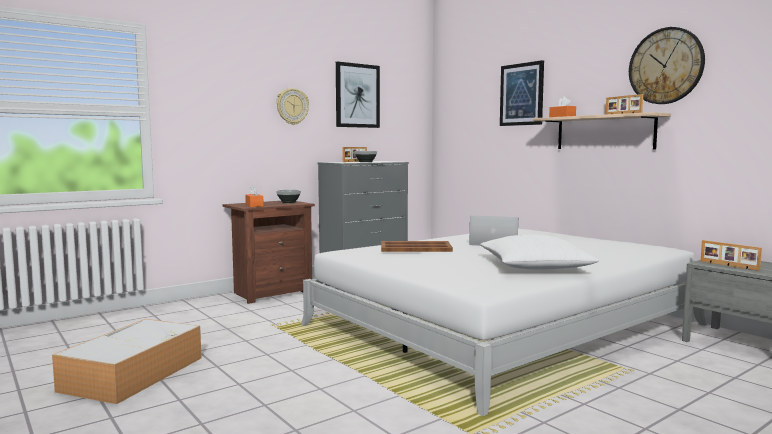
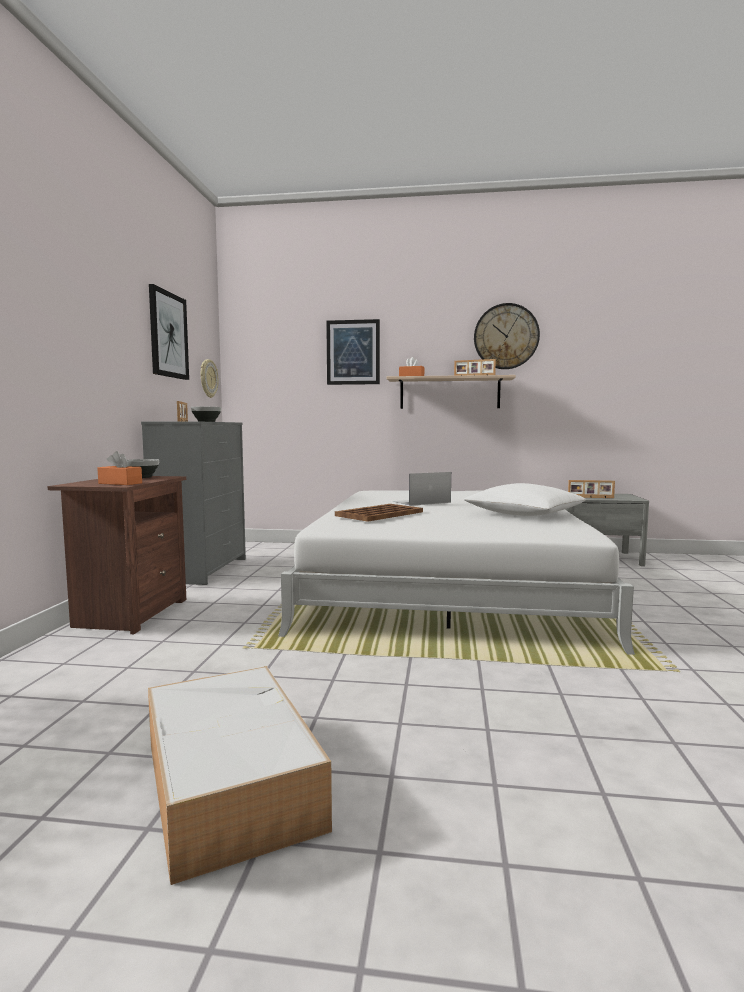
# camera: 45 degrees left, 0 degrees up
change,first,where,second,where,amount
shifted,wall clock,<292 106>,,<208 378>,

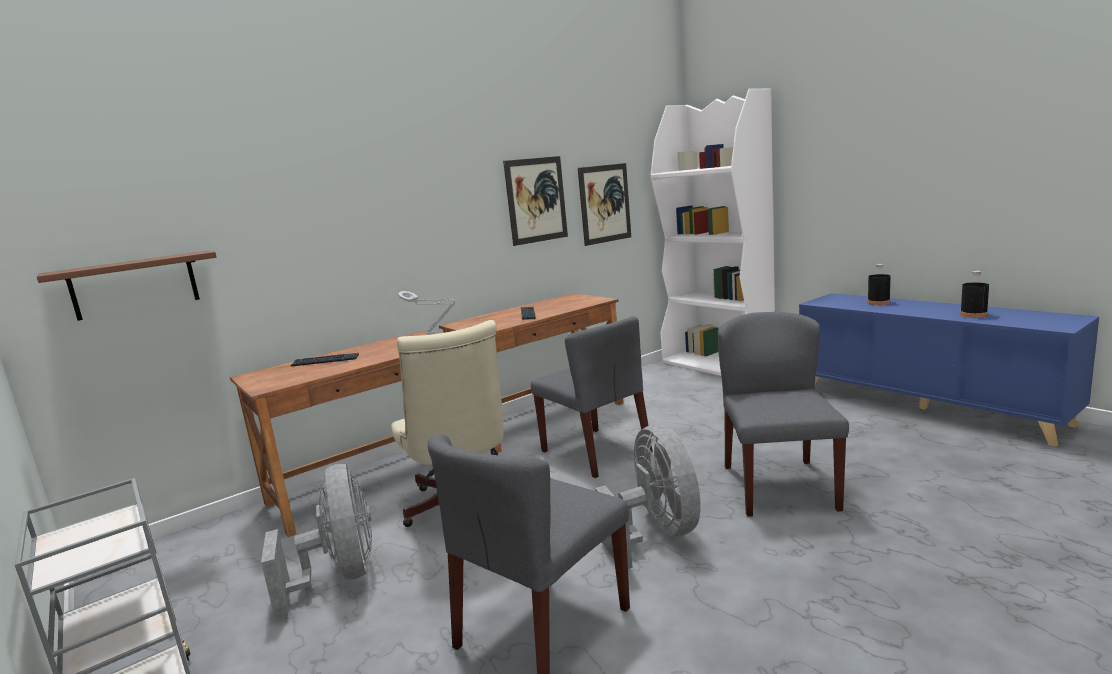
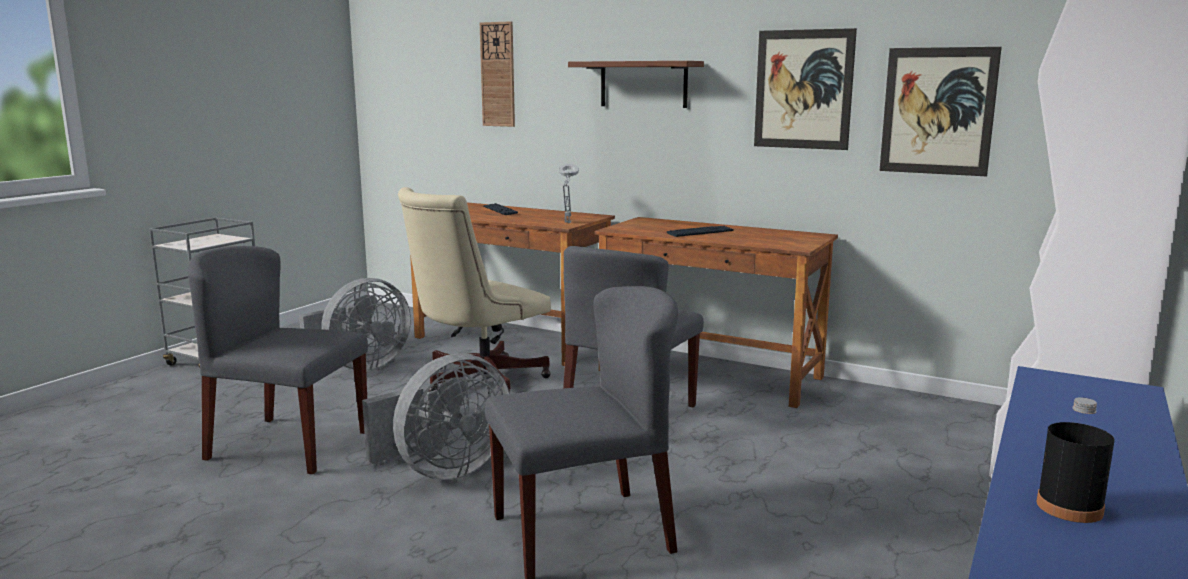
# camera: 65 degrees right, 0 degrees up
change,first,where,second,where,amount
shifted,bracket shelf (brown-coloured),<135 285>,,<643 84>,
gone,bottle (black-coloured),<878 302>,,,
new,,,wall clock,<498 74>,

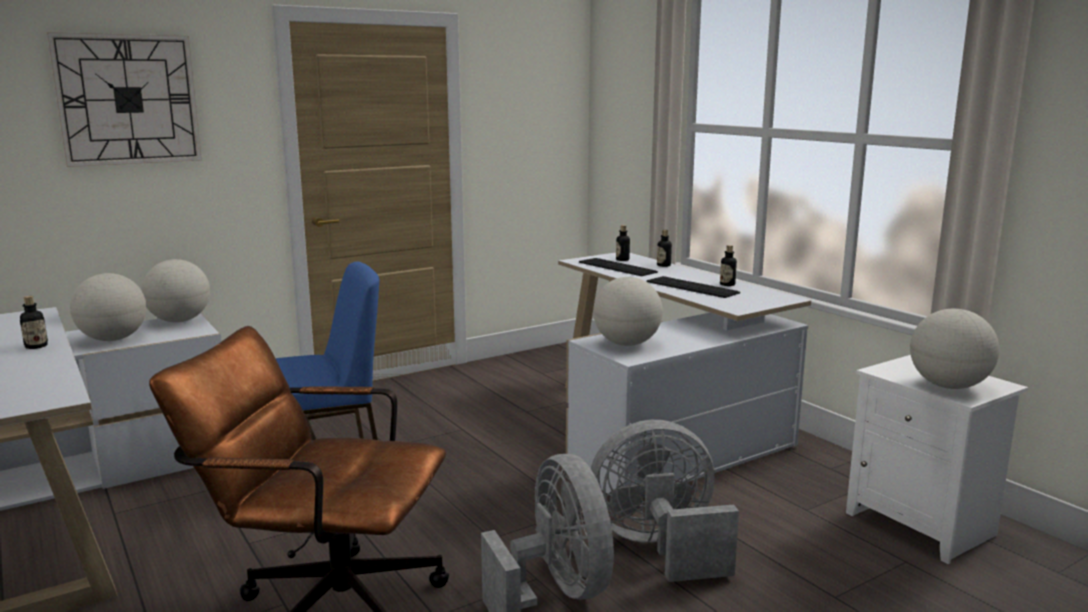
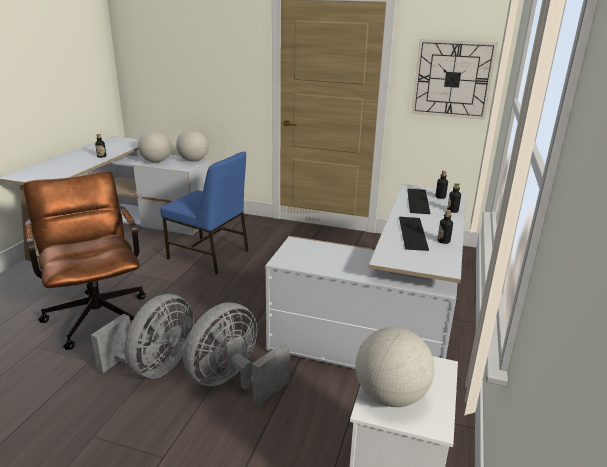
# camera: 50 degrees right, 10 degrees up
change,first,where,second,where,amount
shifted,wall clock,<128 100>,,<452 79>,
gone,desk globe,<626 344>,,,
rotated,fan (greyish),<659 547>,,<233 381>,90 degrees counterclockwise

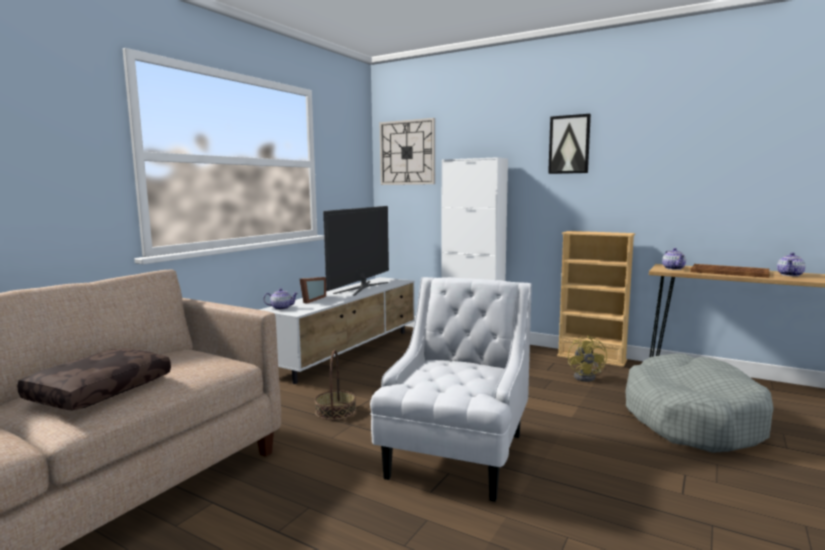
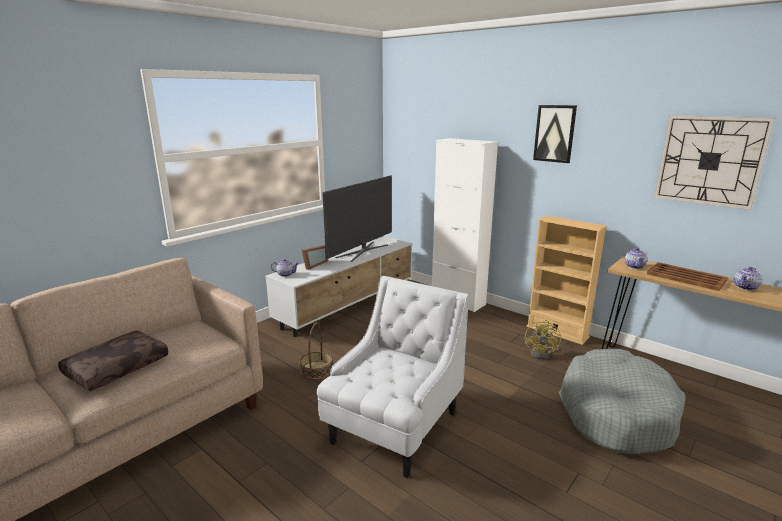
# camera: 10 degrees right, 10 degrees up
change,first,where,second,where,amount
shifted,wall clock,<407 152>,,<709 161>,

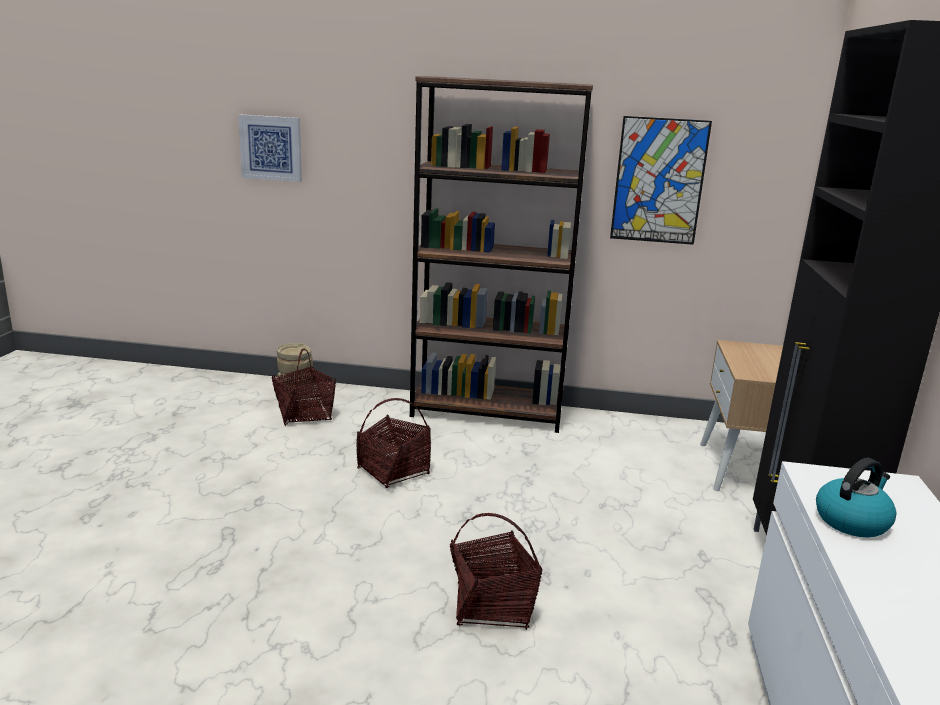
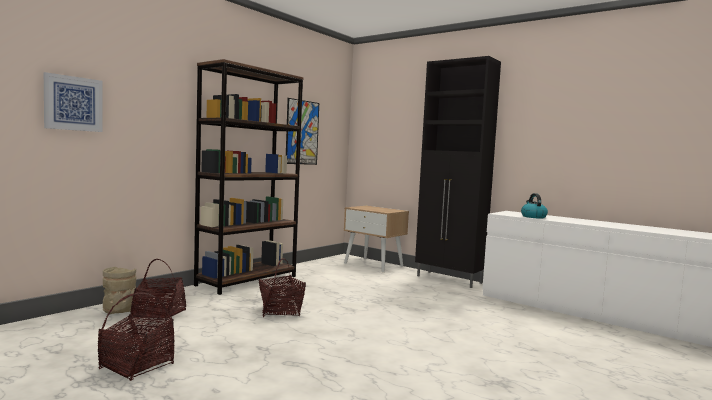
# camera: 60 degrees left, 15 degrees down
change,first,where,second,where,amount
shifted,household basket,<492 606>,,<137 366>,

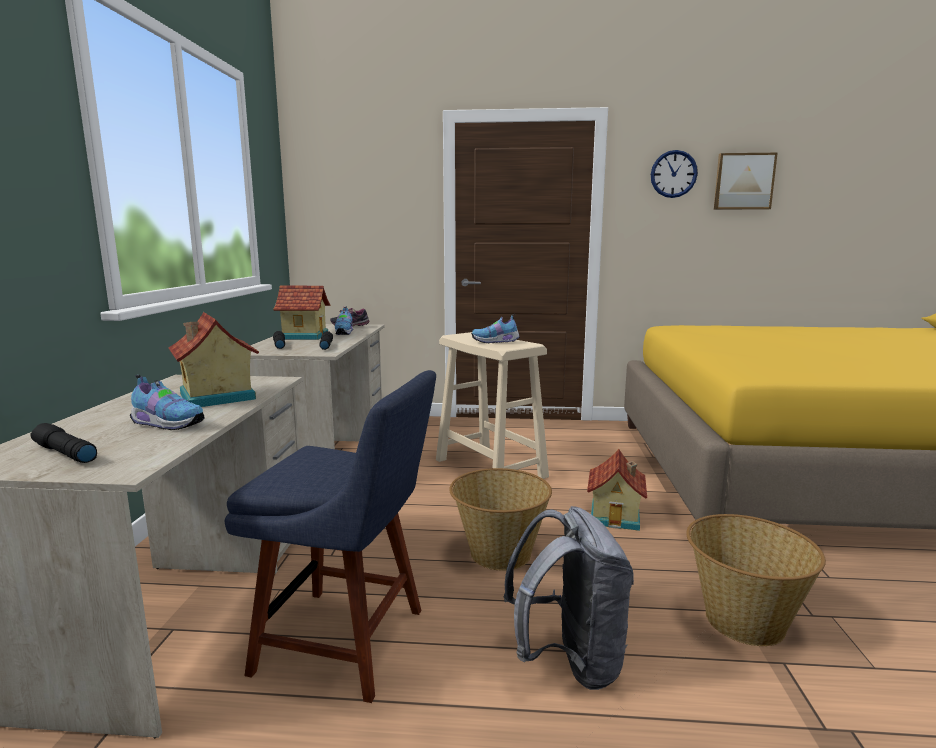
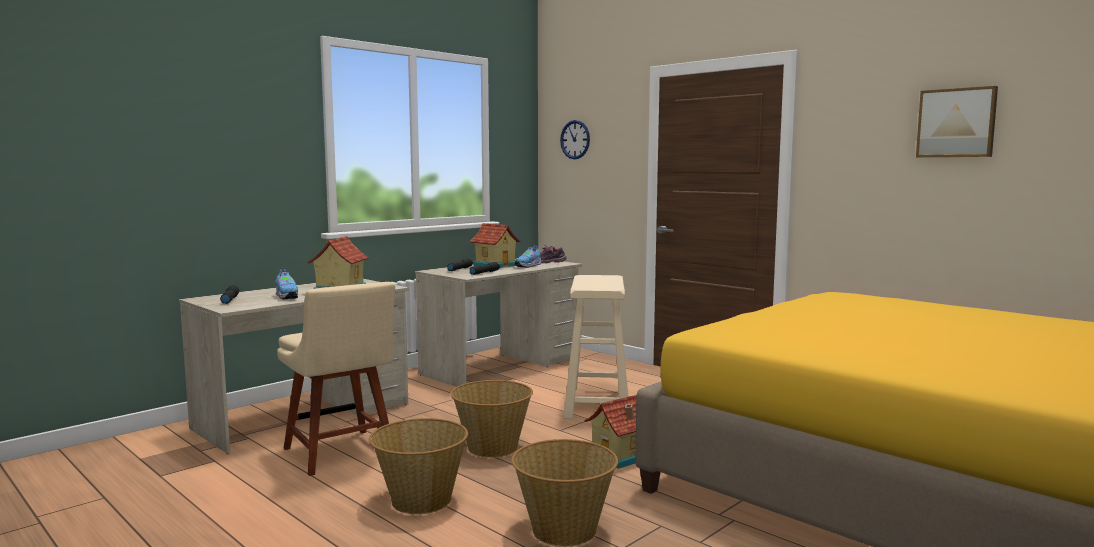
# camera: 40 degrees right, 5 degrees down
change,first,where,second,where,amount
shifted,wall clock,<673 174>,,<575 139>,
gone,low shoe,<496 342>,,,
repainted,plain chair (blue-coloured),<349 642>,plain chair (sand-coloured),<341 453>,
swapped,backpack (greyish),<569 661>,household basket,<420 500>,

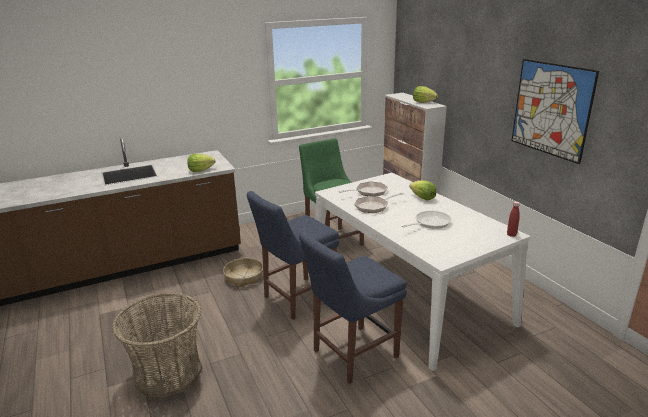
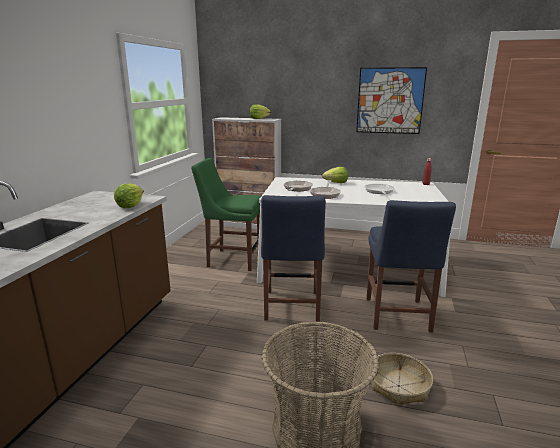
# camera: 50 degrees left, 5 degrees down
change,first,where,second,where,amount
shifted,household basket,<244 277>,,<398 385>,

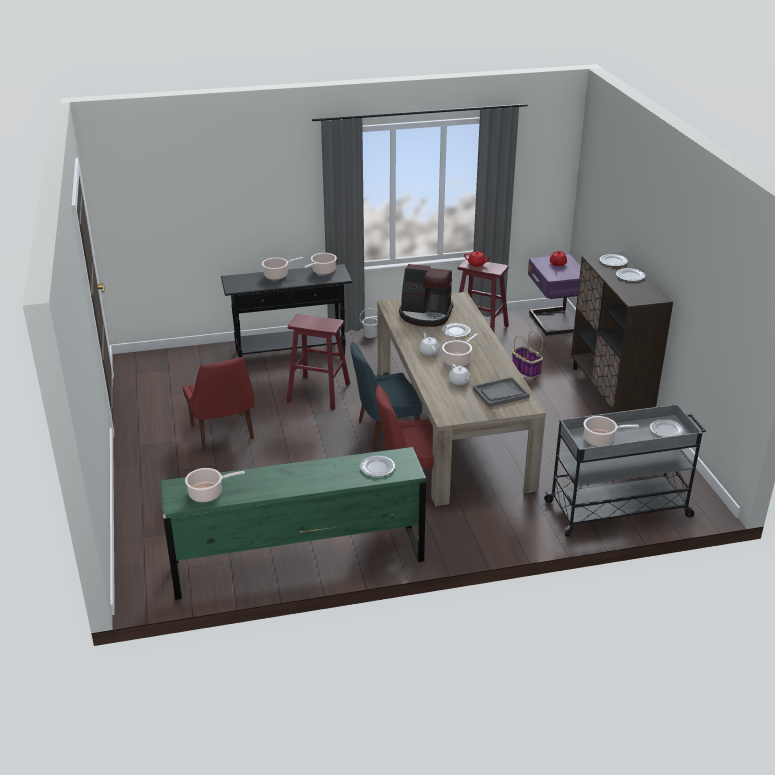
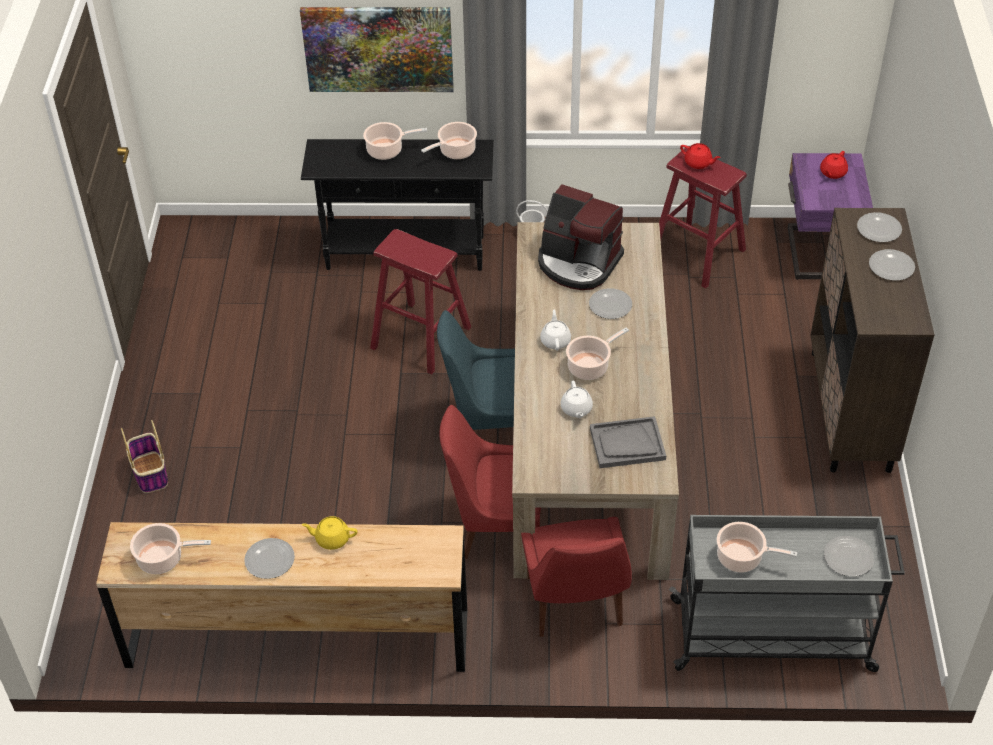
# camera: 15 degrees right, 15 degrees up
change,first,where,second,where,amount
shifted,household basket,<525 370>,,<150 472>,
shifted,plain chair (red),<223 434>,,<575 604>,
repainted,dresser (green-coloured),<298 562>,dresser (brown-coloured),<298 638>,
shifted,dinner plate,<376 467>,,<269 560>,
new,,,picture,<378 48>,
new,,,teapot (yellow),<332 539>,

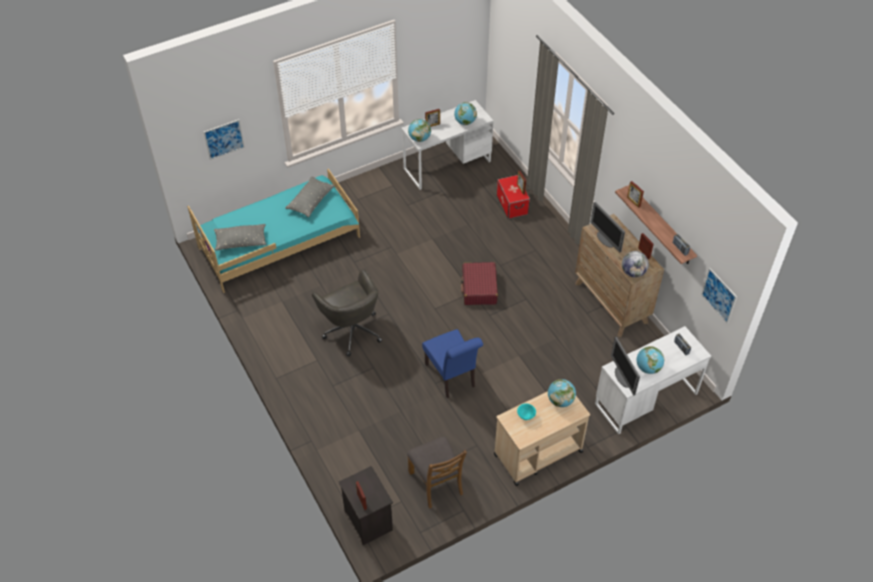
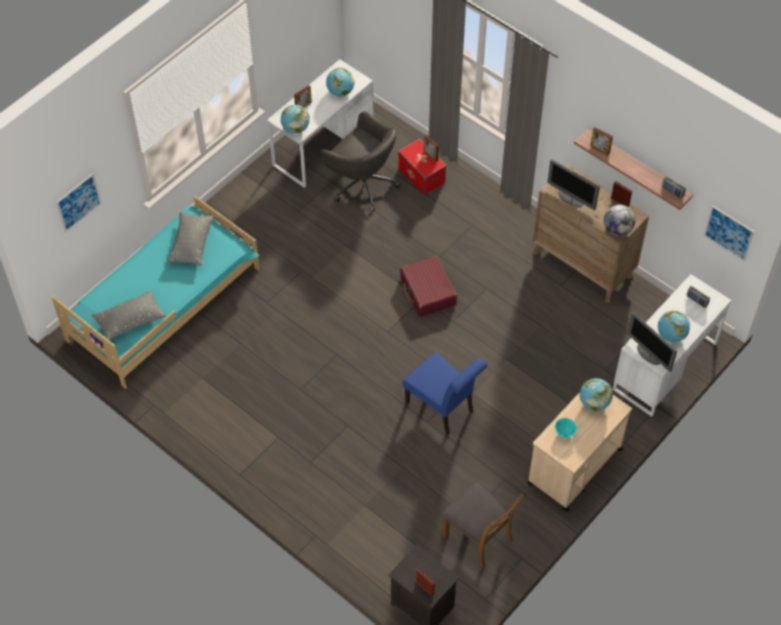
# camera: 20 degrees left, 5 degrees up
change,first,where,second,where,amount
shifted,desk chair (greyish),<352 330>,,<362 184>,

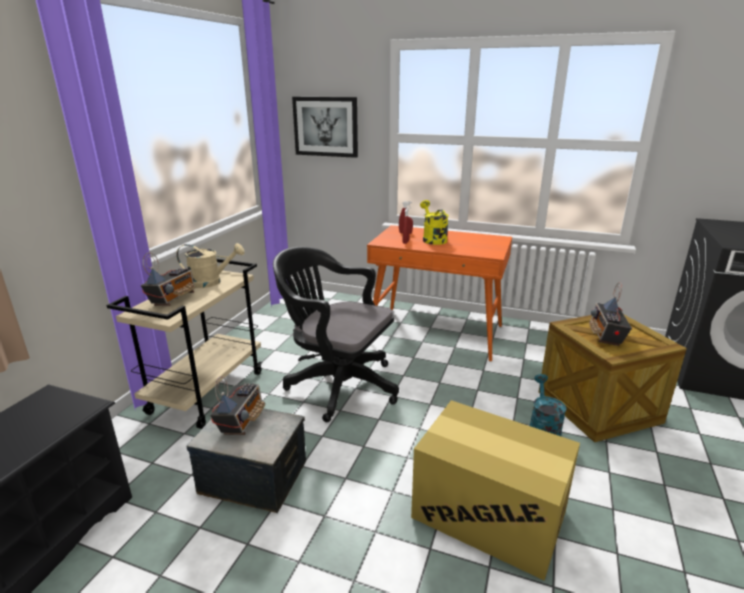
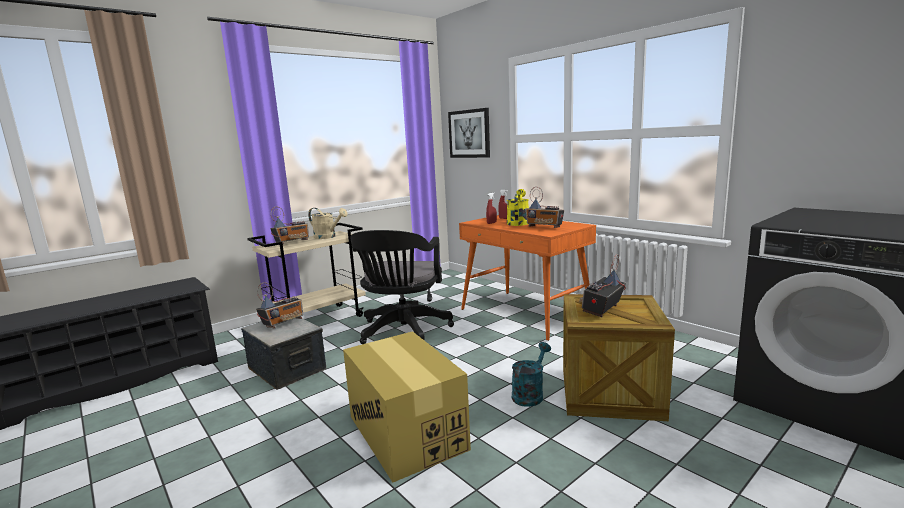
# camera: 30 degrees right, 10 degrees down
change,first,where,second,where,amount
rotated,desk chair (black-coloured),<337 385>,,<403 332>,135 degrees counterclockwise
new,,,radio,<544 227>,

